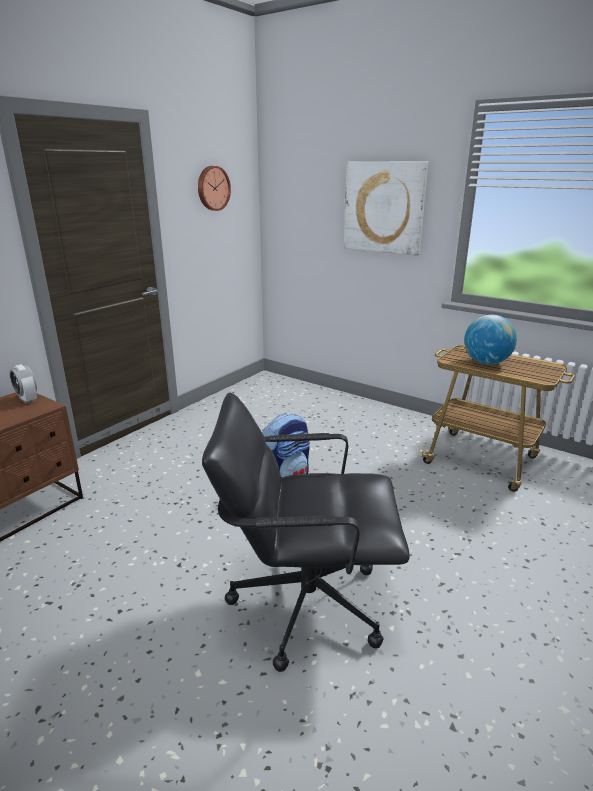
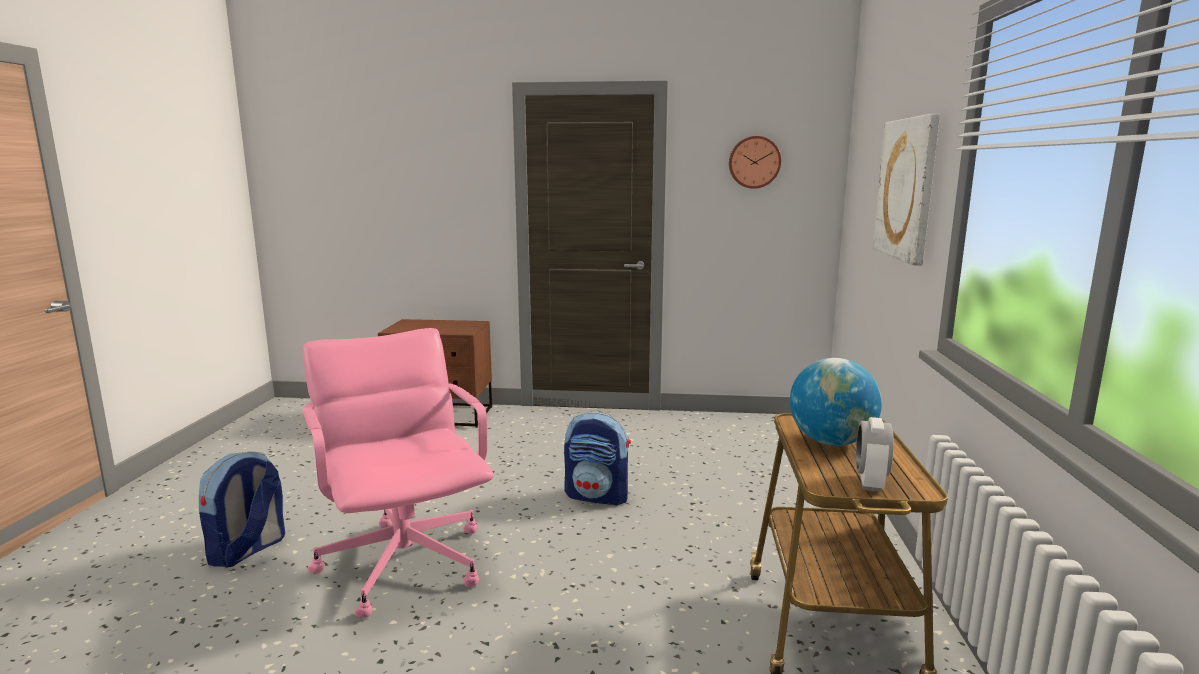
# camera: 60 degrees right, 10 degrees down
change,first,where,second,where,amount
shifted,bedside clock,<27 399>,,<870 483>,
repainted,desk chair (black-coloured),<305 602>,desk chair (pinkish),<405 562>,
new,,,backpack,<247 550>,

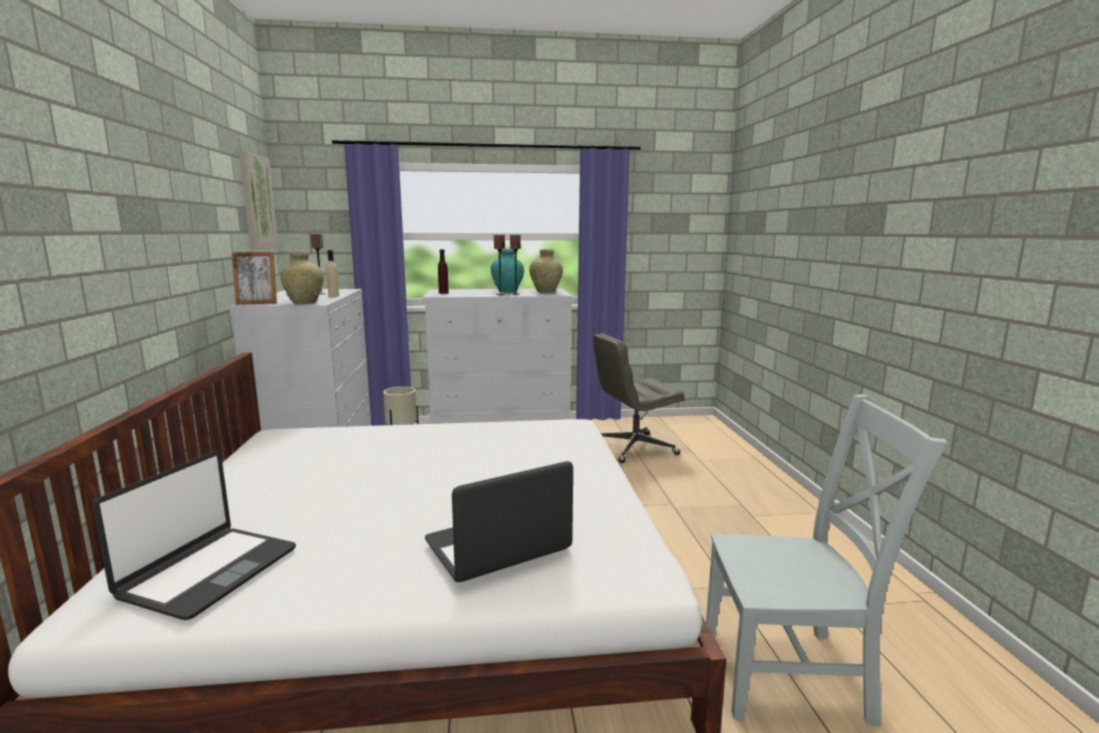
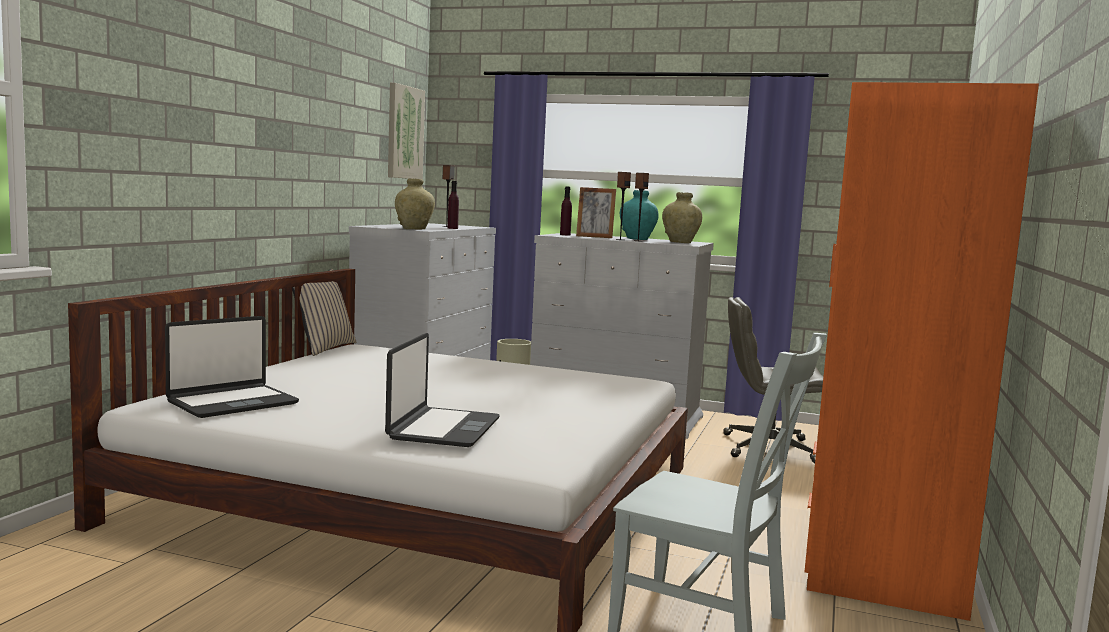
# camera: 25 degrees right, 5 degrees down
change,first,where,second,where,amount
repainted,bottle (sand-coloured),<333 296>,bottle (purple),<452 228>,
shifted,standing frame,<257 303>,,<594 237>,
rotated,notebook computer,<498 547>,,<443 429>,105 degrees clockwise
new,,,armoire (orange),<878 552>,
new,,,cushion (sand-coloured),<323 348>,

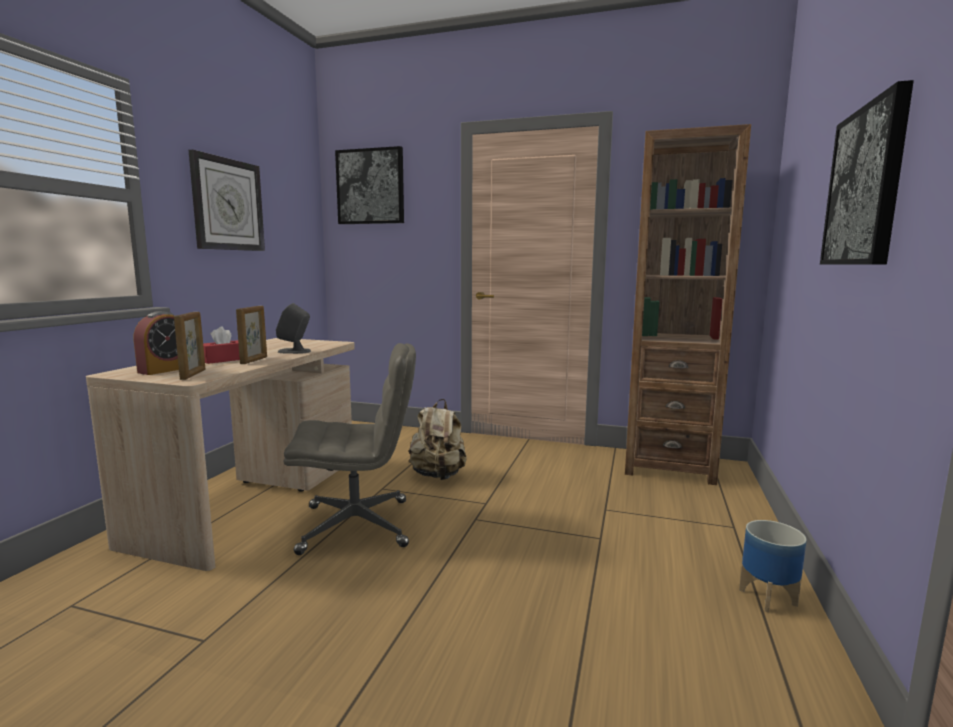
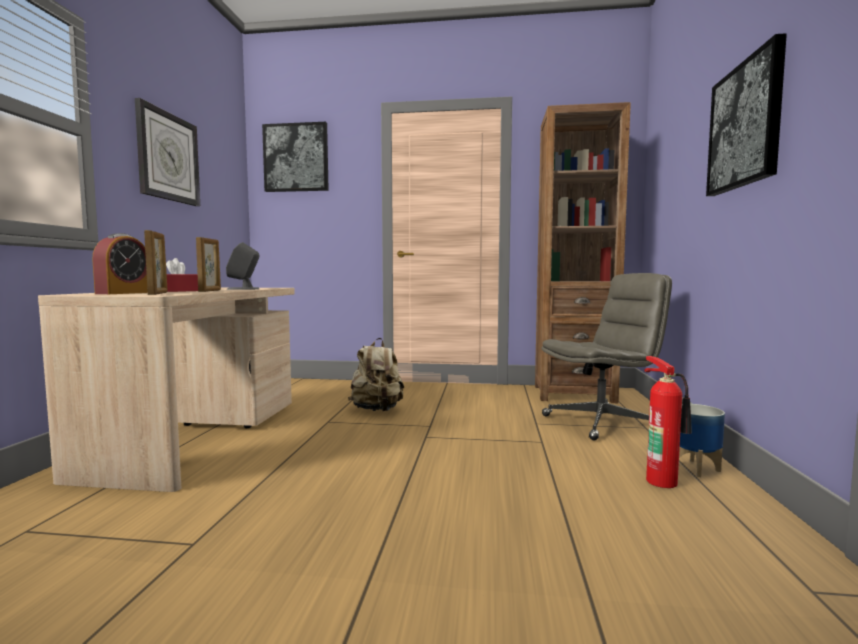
# camera: 10 degrees left, 5 degrees down
change,first,where,second,where,amount
shifted,desk chair (greyish),<357 525>,,<601 423>,
new,,,fire extinguisher,<662 481>,

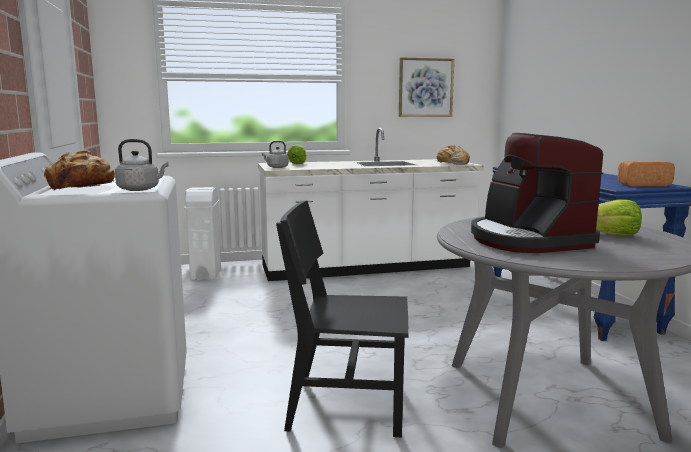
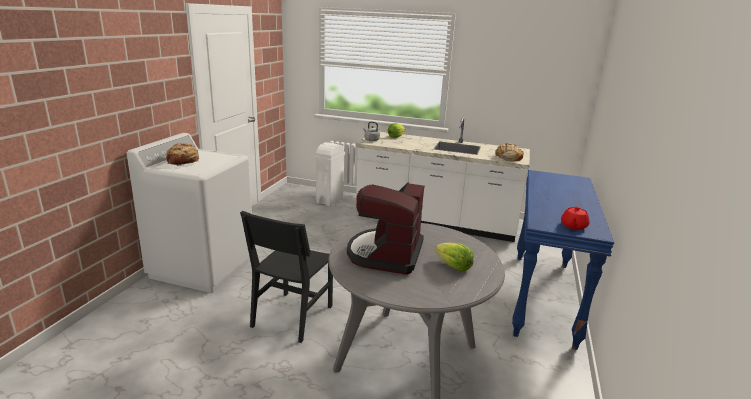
# camera: 30 degrees right, 10 degrees up
change,first,where,second,where,amount
gone,picture,<425 87>,,,
gone,tea kettle (greyish),<141 189>,,,
swapped,bakery bread,<642 185>,teapot (red),<573 226>,
rotated,plain chair (black-coloured),<346 407>,,<292 316>,105 degrees counterclockwise

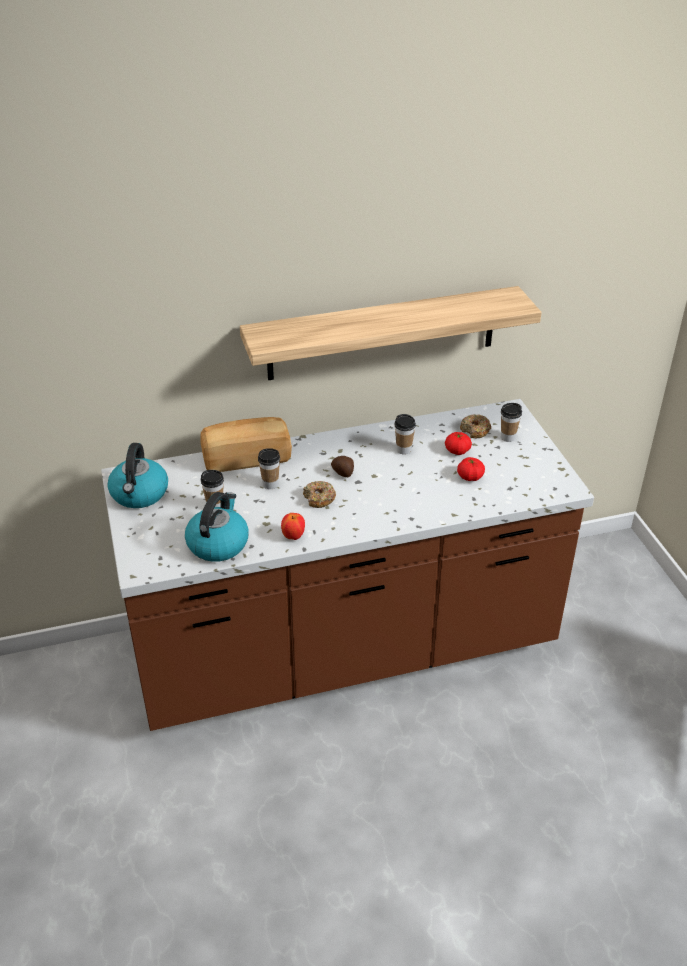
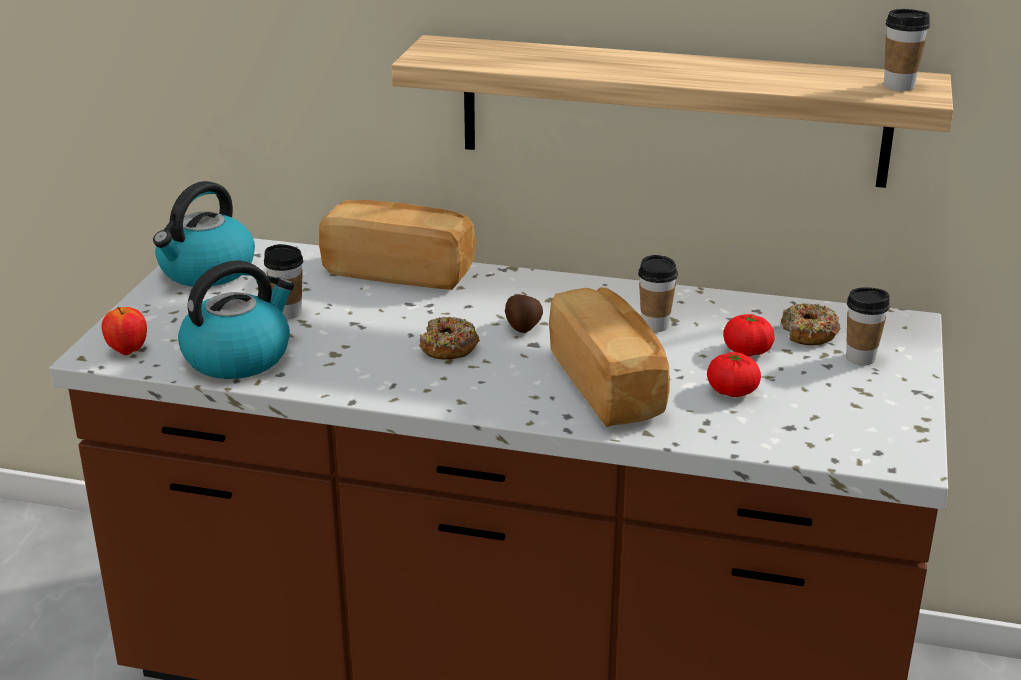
# camera: 30 degrees right, 10 degrees down
change,first,where,second,where,amount
shifted,cup,<270 484>,,<898 86>,
shifted,apple,<293 536>,,<127 351>,
new,,,bakery bread,<609 385>,

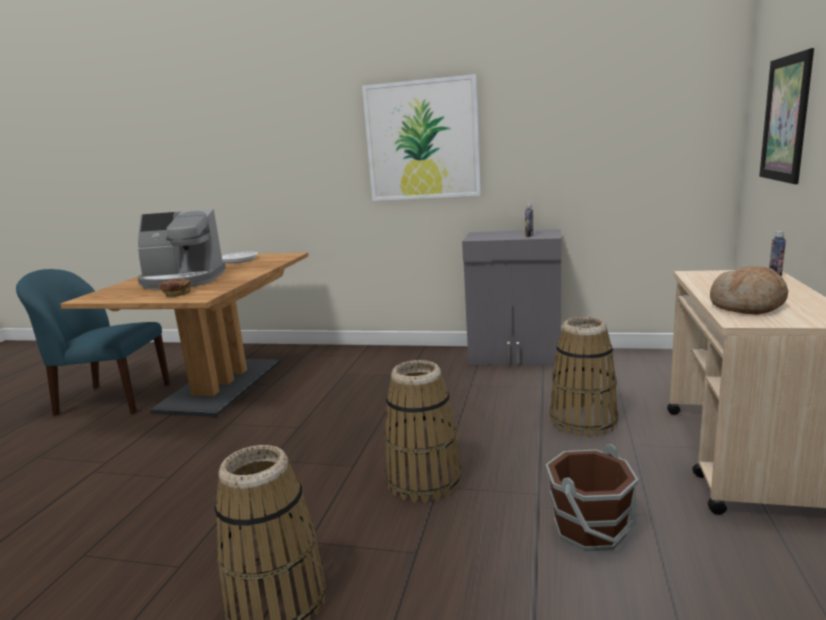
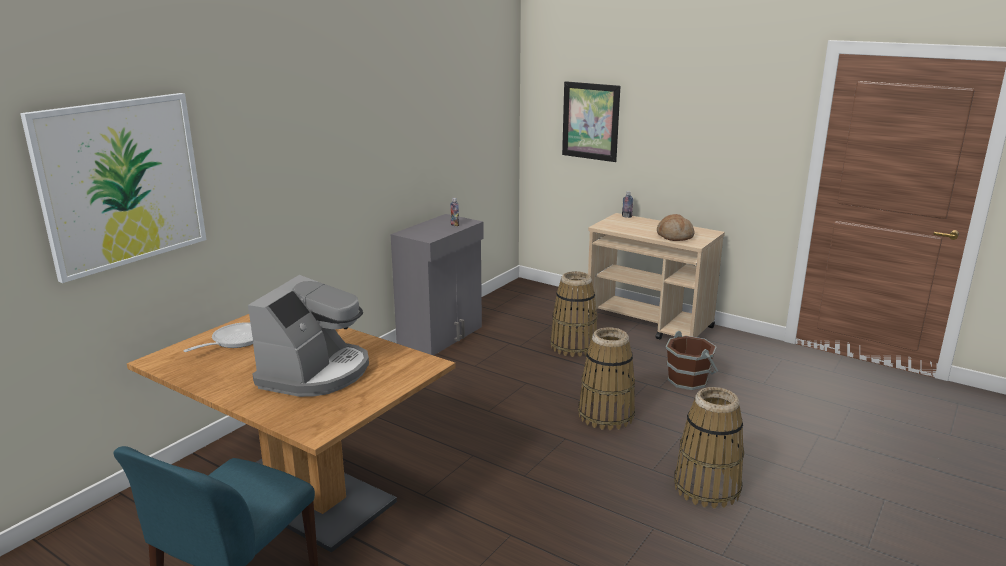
# camera: 70 degrees left, 5 degrees up
change,first,where,second,where,amount
shifted,picture,<422 140>,,<121 183>,
gone,bakery bread,<176 294>,,,

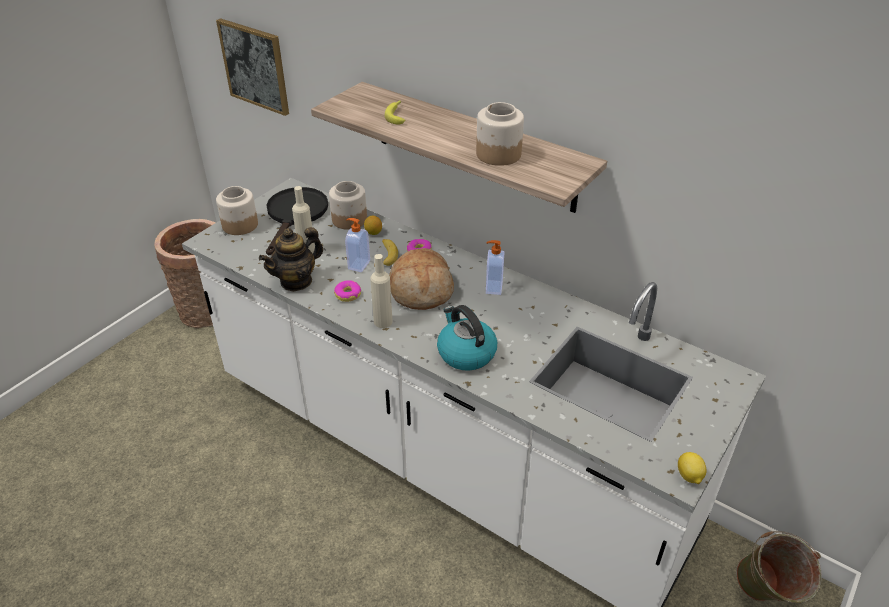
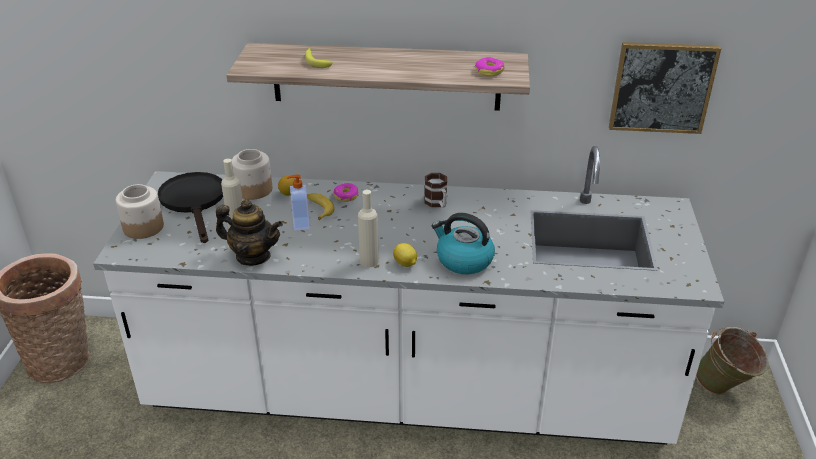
# camera: 30 degrees left, 5 degrees down
change,first,where,second,where,amount
shifted,picture,<255 66>,,<662 87>,
gone,jar,<498 154>,,,
rotated,teapot,<296 281>,,<253 256>,90 degrees counterclockwise
swapped,soap bottle,<493 287>,mug,<437 203>,
gone,bakery bread,<421 290>,,,
shifted,doughnut,<348 294>,,<489 71>,
shifted,whole lemon,<689 476>,,<405 264>,

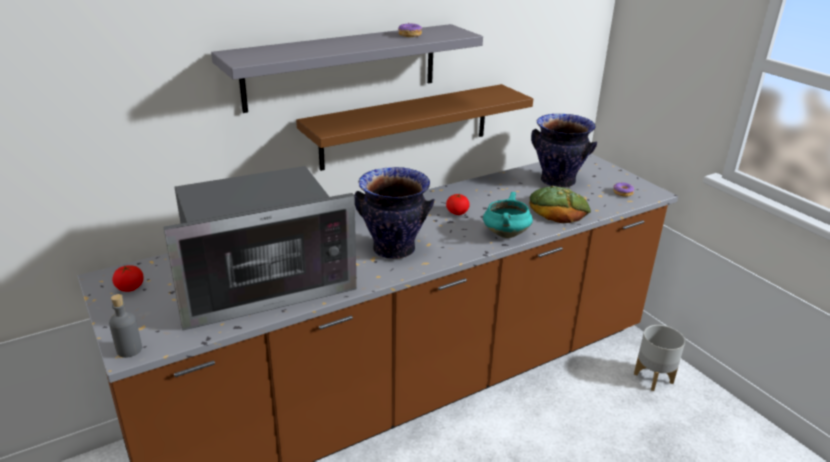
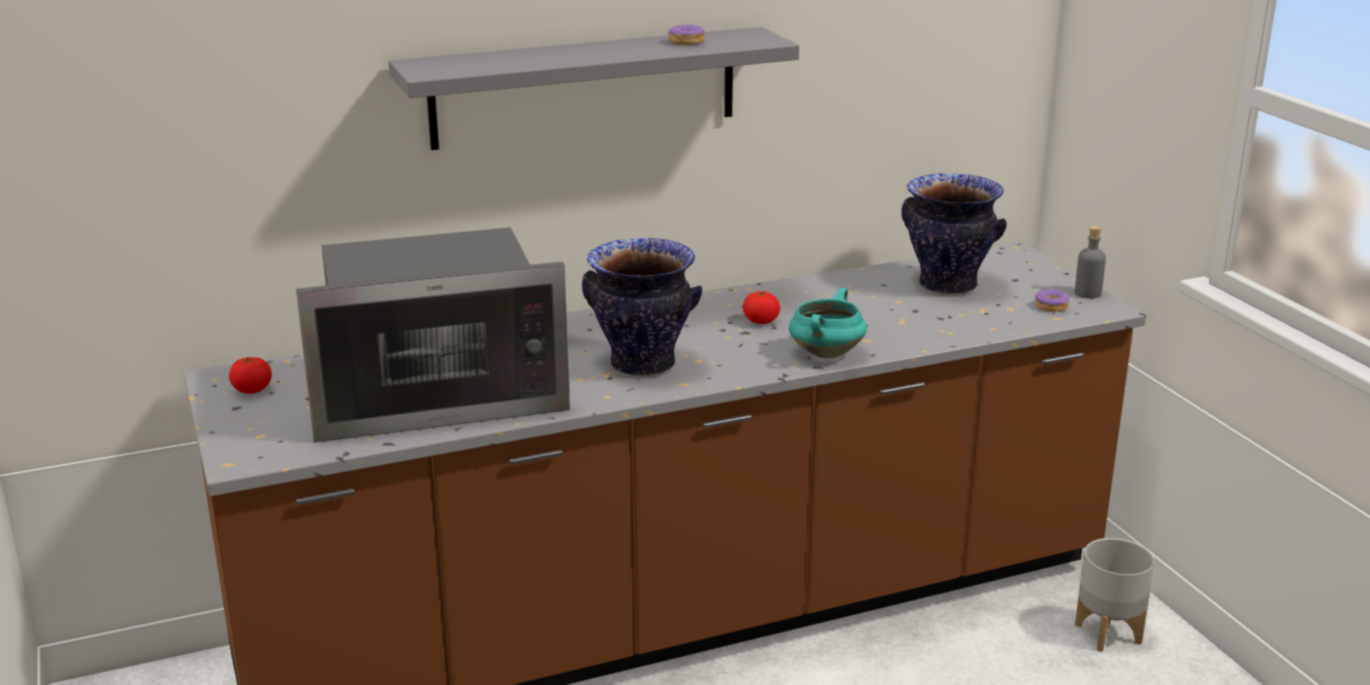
# camera: 10 degrees right, 5 degrees down
change,first,where,second,where,amount
gone,bracket shelf (brown-coloured),<406 126>,,,
gone,bakery bread,<558 209>,,,
shifted,bottle (greyish),<129 350>,,<1087 293>,

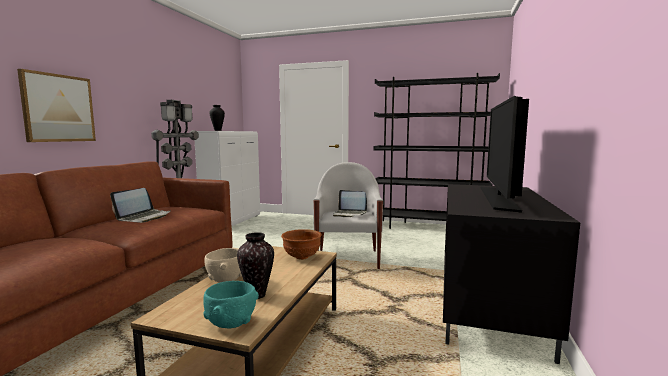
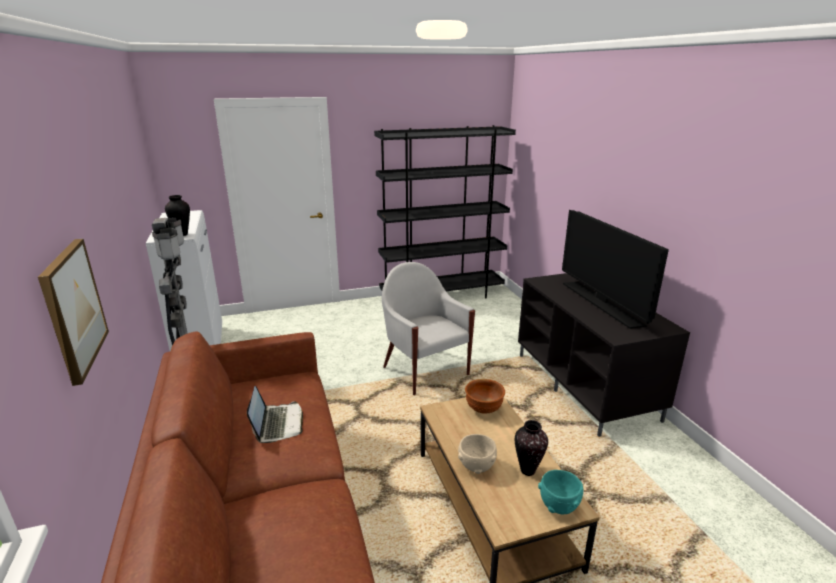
# camera: 35 degrees left, 15 degrees up
change,first,where,second,where,amount
gone,notebook computer,<349 214>,,,

